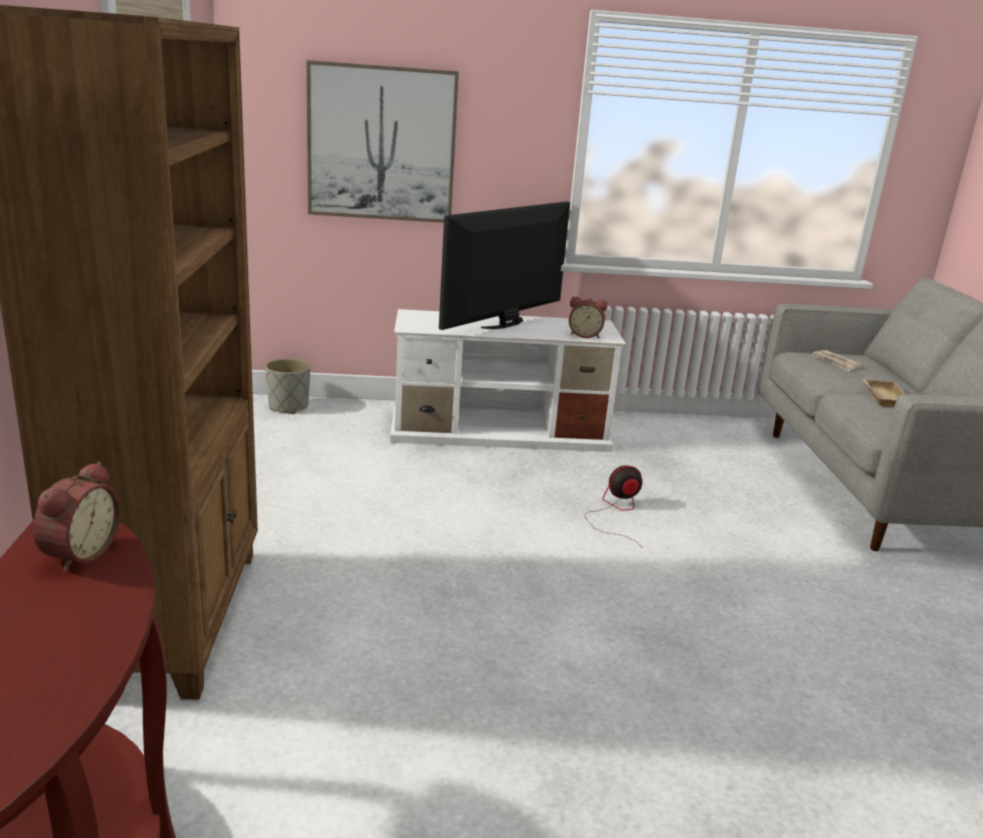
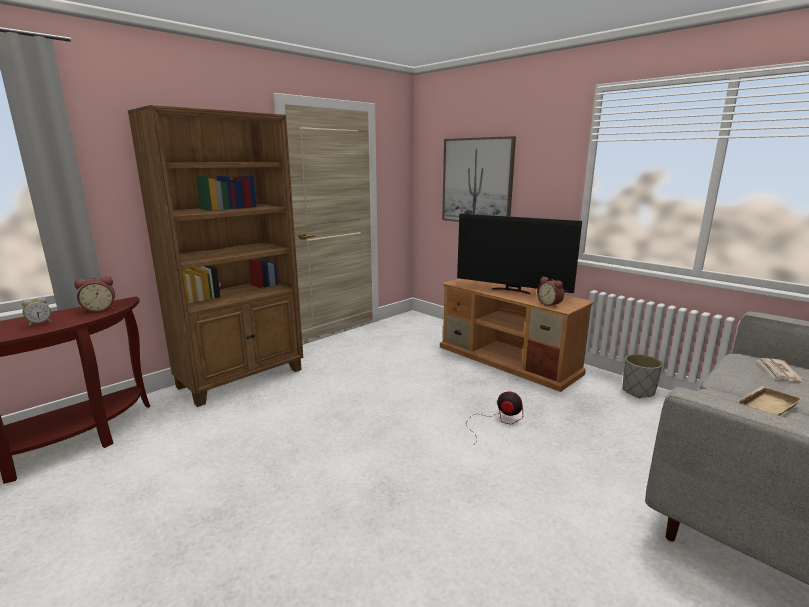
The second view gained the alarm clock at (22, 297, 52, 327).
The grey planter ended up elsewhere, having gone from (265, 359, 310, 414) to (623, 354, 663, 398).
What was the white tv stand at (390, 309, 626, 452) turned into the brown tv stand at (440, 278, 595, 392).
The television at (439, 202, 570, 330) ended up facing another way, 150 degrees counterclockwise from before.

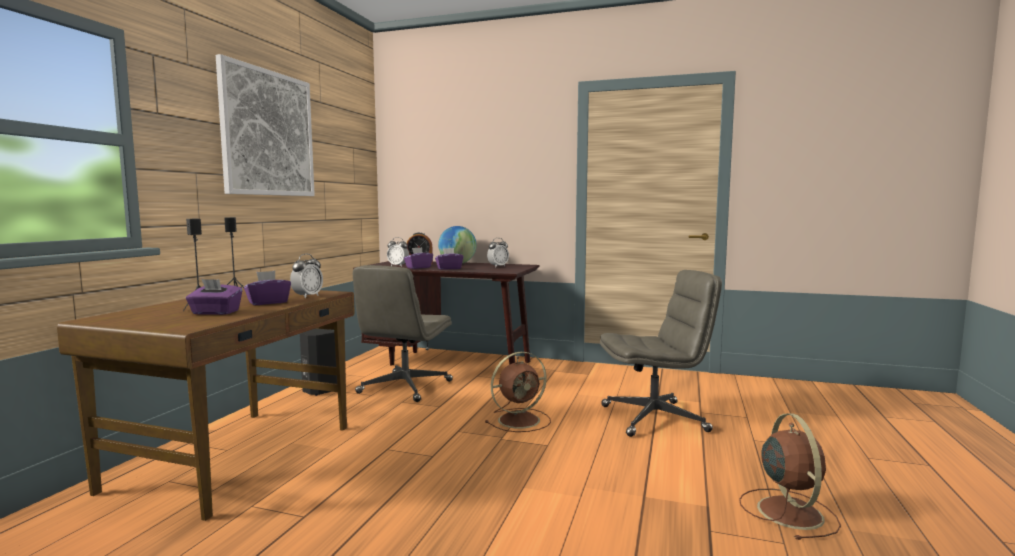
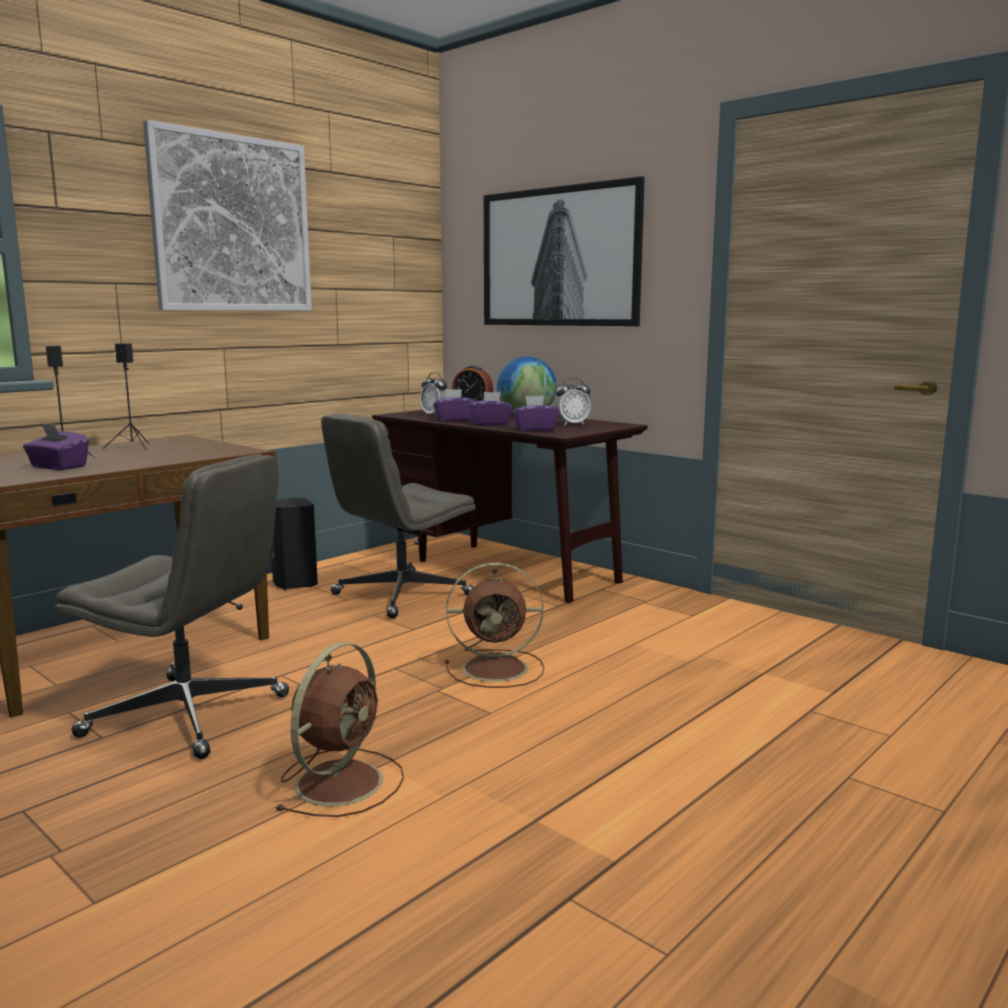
The second view lost the alarm clock at (290, 254, 323, 298).
The second view gained the picture at (484, 176, 645, 326).
The purple tissue box ended up elsewhere, having gone from (244, 271, 291, 305) to (512, 396, 559, 431).
The grey office chair ended up elsewhere, having gone from (600, 270, 722, 437) to (55, 454, 289, 759).
The brown fan ended up elsewhere, having gone from (739, 414, 841, 540) to (275, 642, 404, 817).

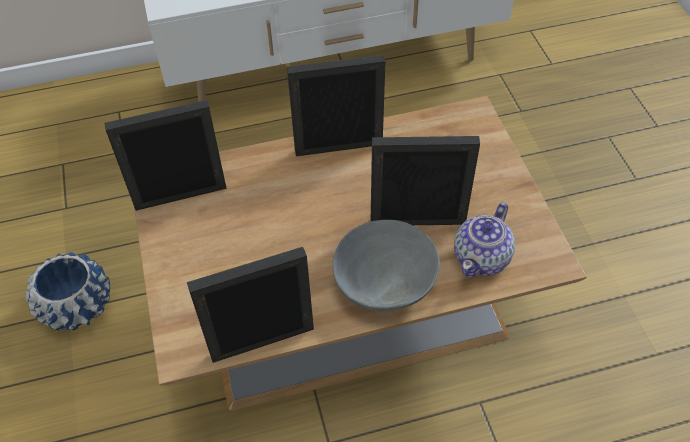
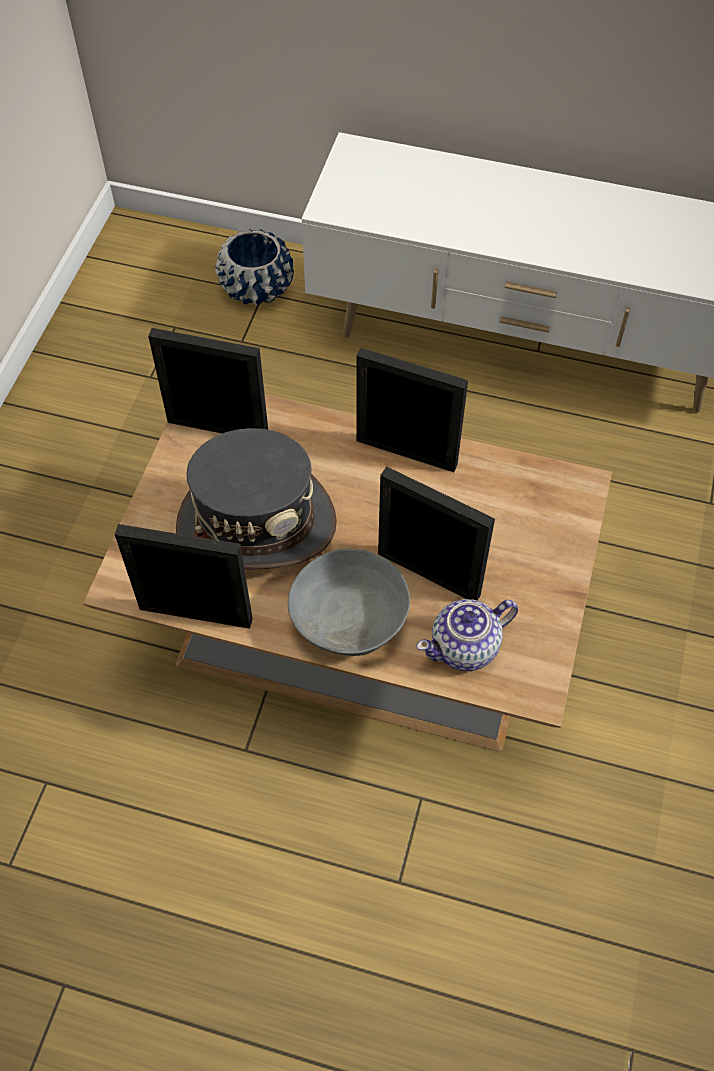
The second view gained the grey hat at (176, 428, 337, 570).
The blue planter ended up elsewhere, having gone from (26, 252, 110, 331) to (215, 229, 294, 306).

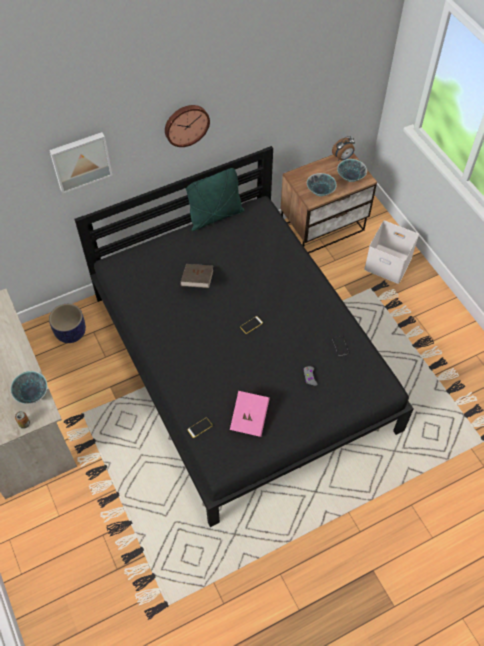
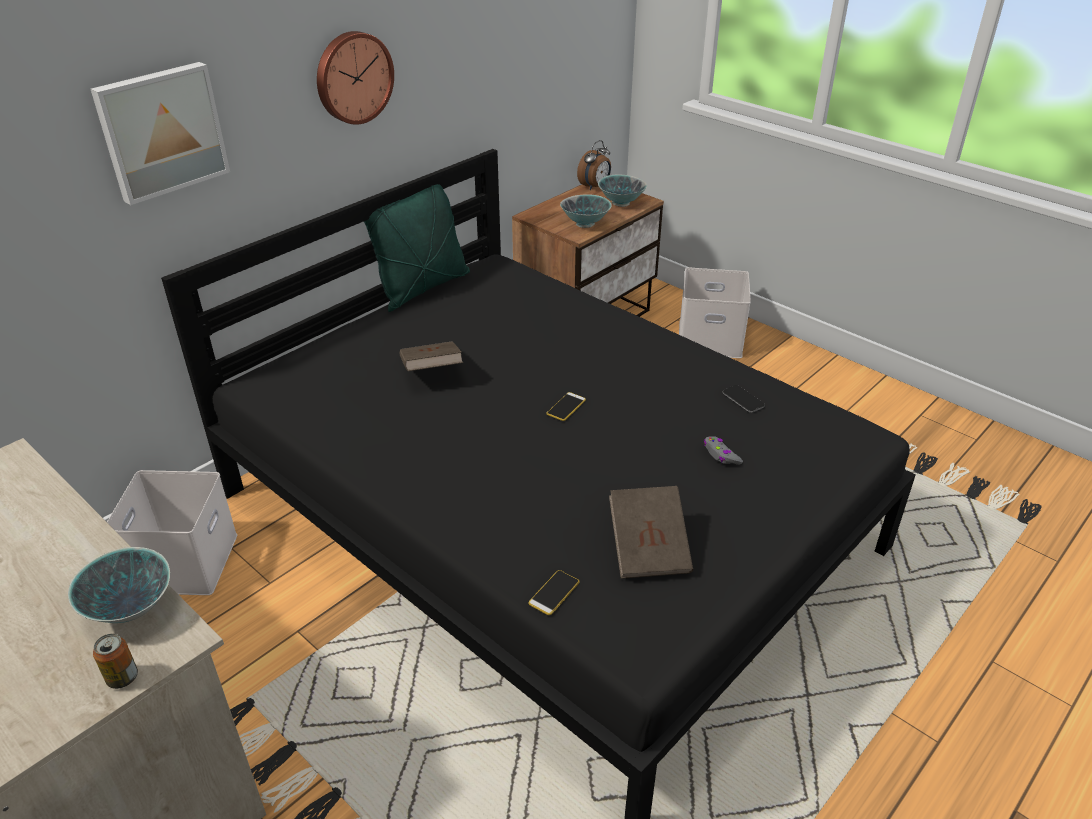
Where the planter stood at (49, 304, 86, 343), the white storage box came to stand at (107, 470, 237, 595).
What was the pink book at (230, 391, 270, 437) turned into the brown book at (609, 486, 693, 579).

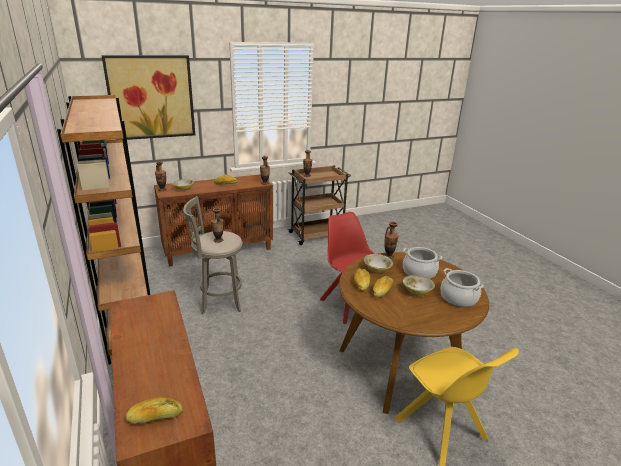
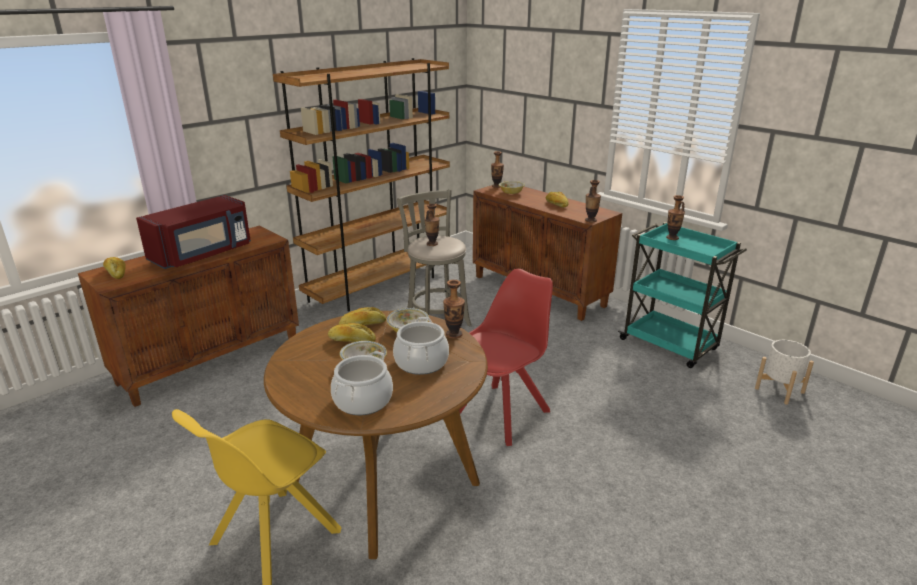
The second view lost the picture at (102, 55, 195, 140).
The second view gained the red microwave at (136, 195, 251, 269).
The second view gained the white planter at (755, 340, 814, 405).
What was the brown cart at (287, 166, 351, 245) turned into the turquoise cart at (618, 222, 747, 368).

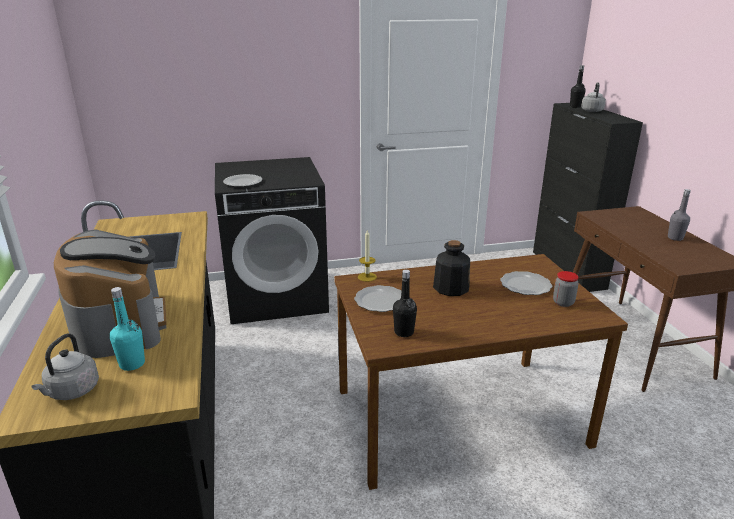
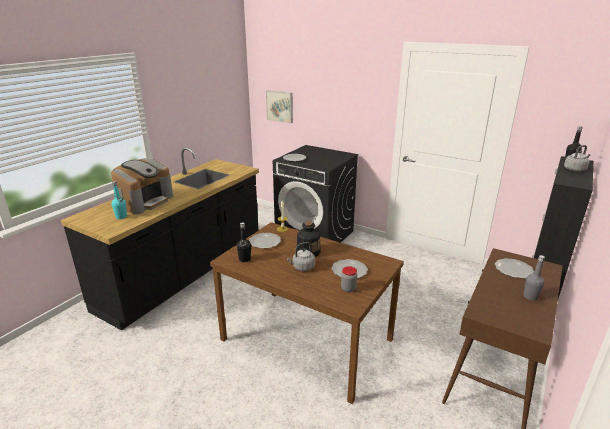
The second view gained the picture at (266, 90, 293, 123).
The second view gained the plate at (495, 258, 534, 278).
The grey kettle ended up elsewhere, having gone from (31, 333, 99, 400) to (287, 242, 315, 271).

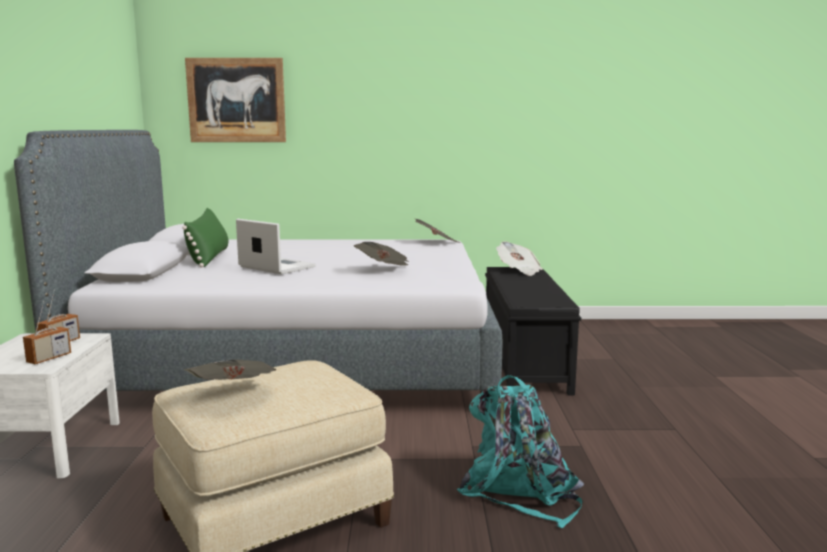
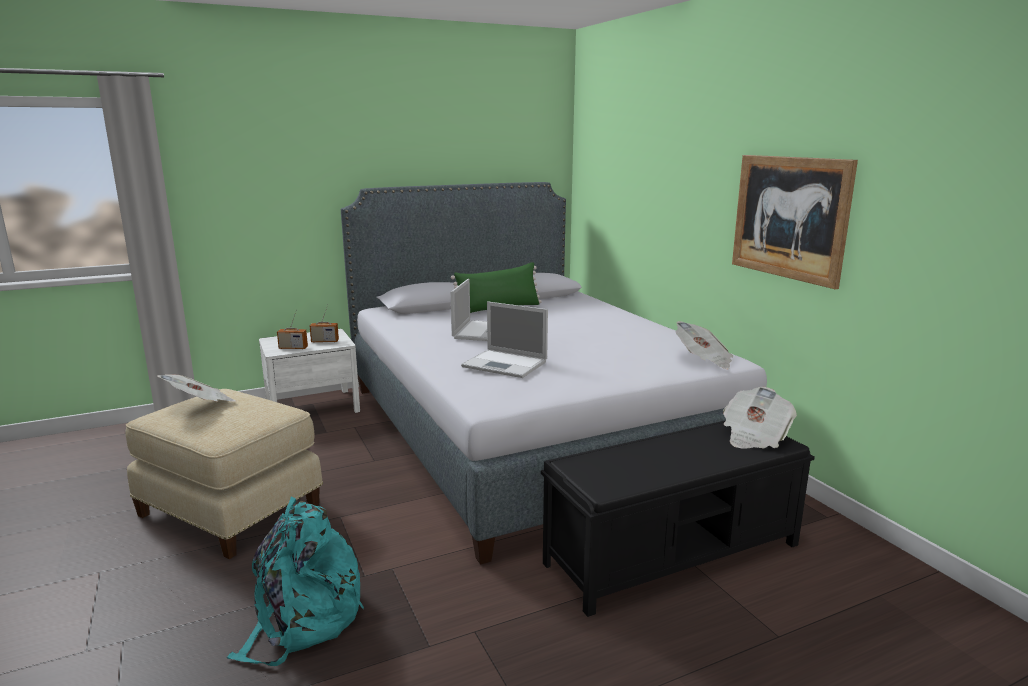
The picture ended up elsewhere, having gone from (185, 58, 286, 142) to (732, 155, 858, 289).
Where the newspaper stood at (354, 242, 409, 266), the laptop came to stand at (461, 301, 548, 378).

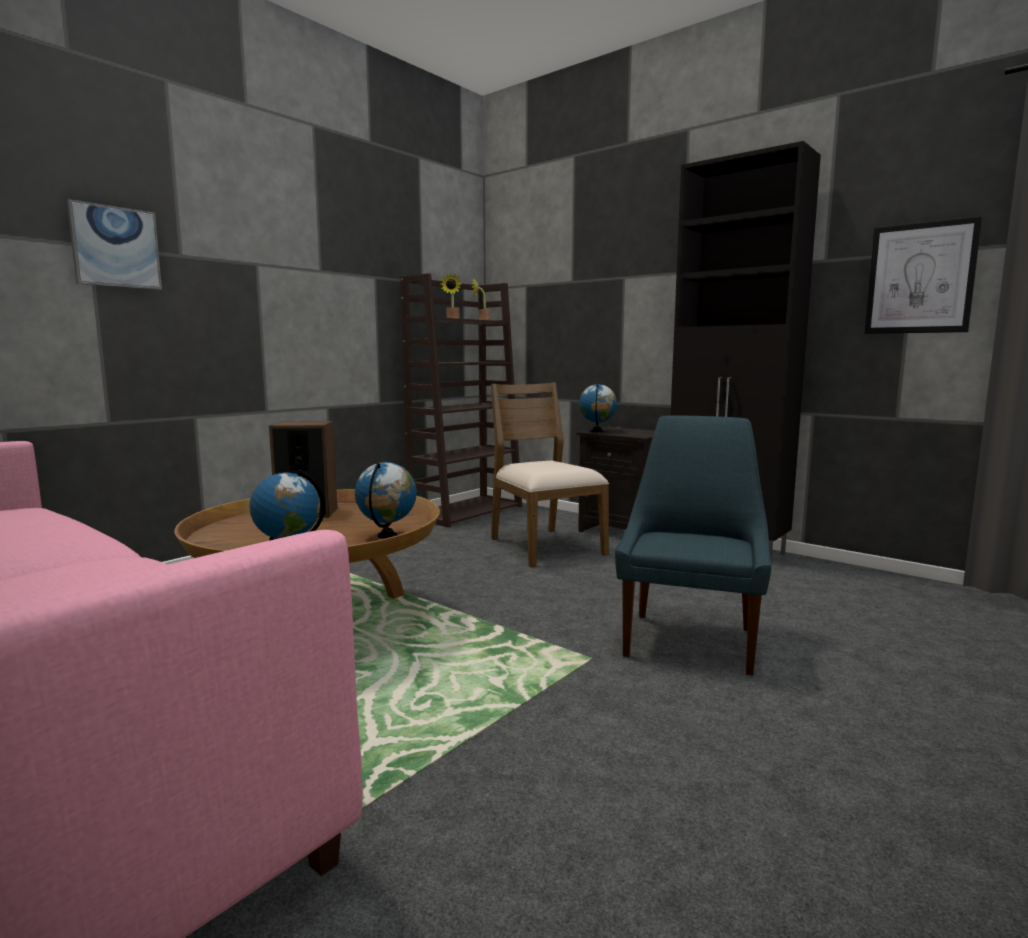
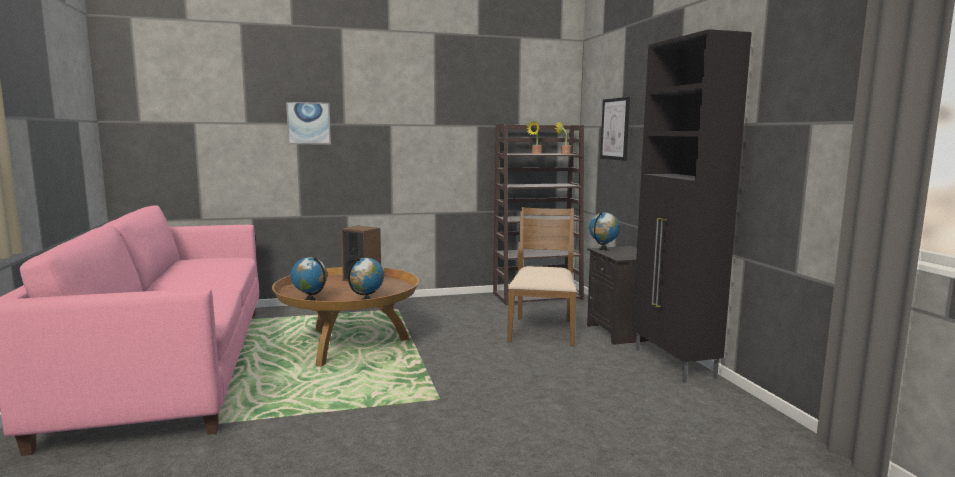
The second view lost the blue chair at (615, 416, 772, 676).
The picture ended up elsewhere, having gone from (865, 216, 982, 334) to (600, 97, 630, 161).

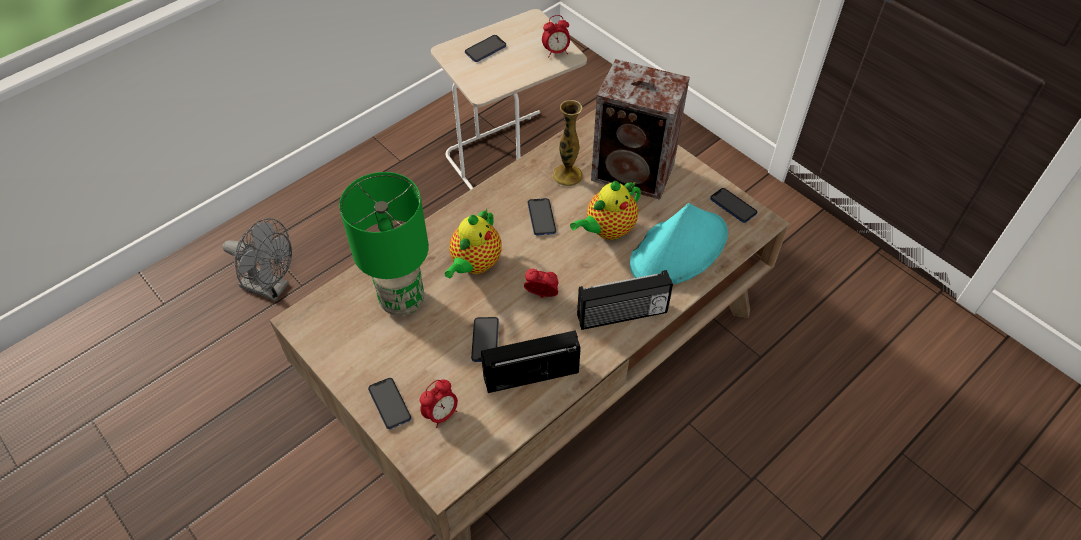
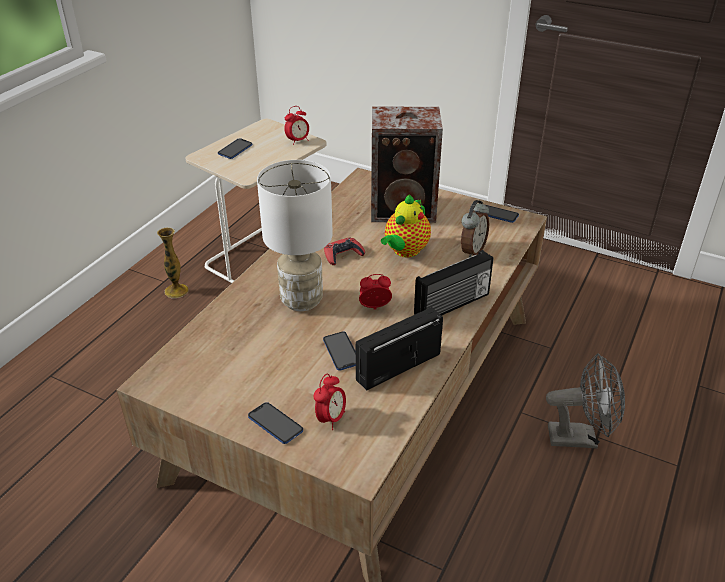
The second view lost the green table lamp at (339, 172, 429, 316).
The grey fan ended up elsewhere, having gone from (223, 218, 292, 301) to (546, 354, 625, 448).
The vase ended up elsewhere, having gone from (553, 100, 583, 186) to (157, 227, 189, 298).
Where the teapot stood at (444, 209, 502, 278), the white table lamp came to stand at (257, 160, 333, 311).
Where the phone stood at (528, 198, 556, 235), the red game controller came to stand at (324, 238, 365, 265).
Where the turquoise hat stood at (630, 203, 728, 284), the alarm clock came to stand at (461, 200, 489, 257).

